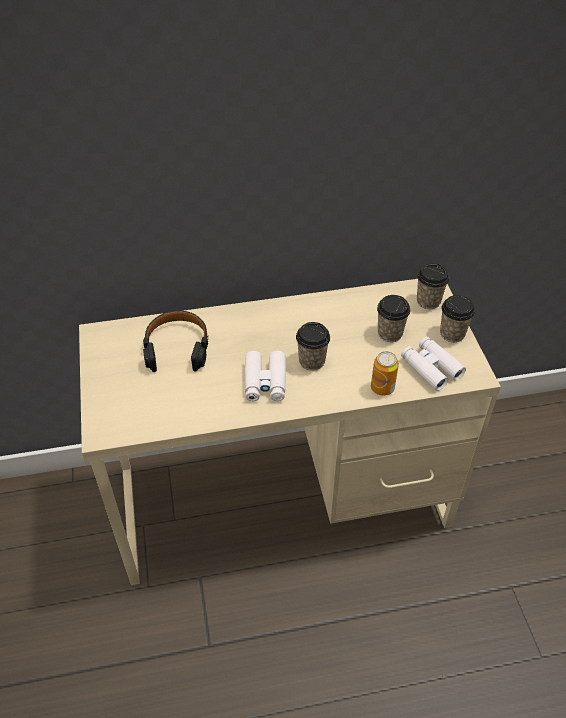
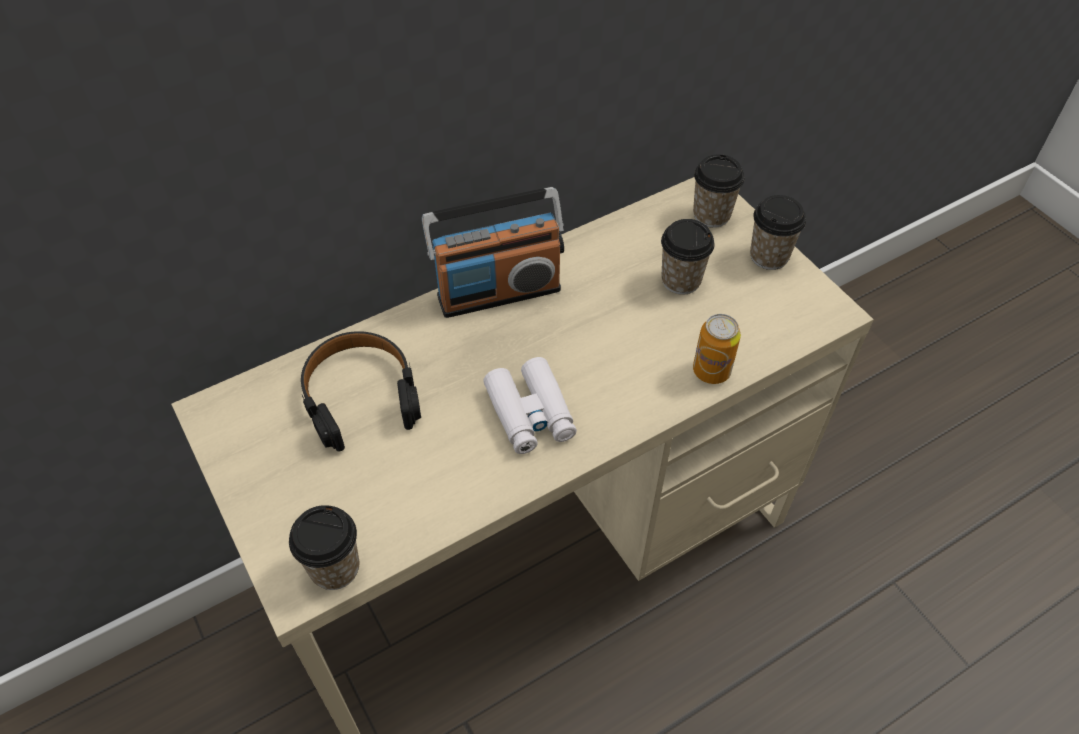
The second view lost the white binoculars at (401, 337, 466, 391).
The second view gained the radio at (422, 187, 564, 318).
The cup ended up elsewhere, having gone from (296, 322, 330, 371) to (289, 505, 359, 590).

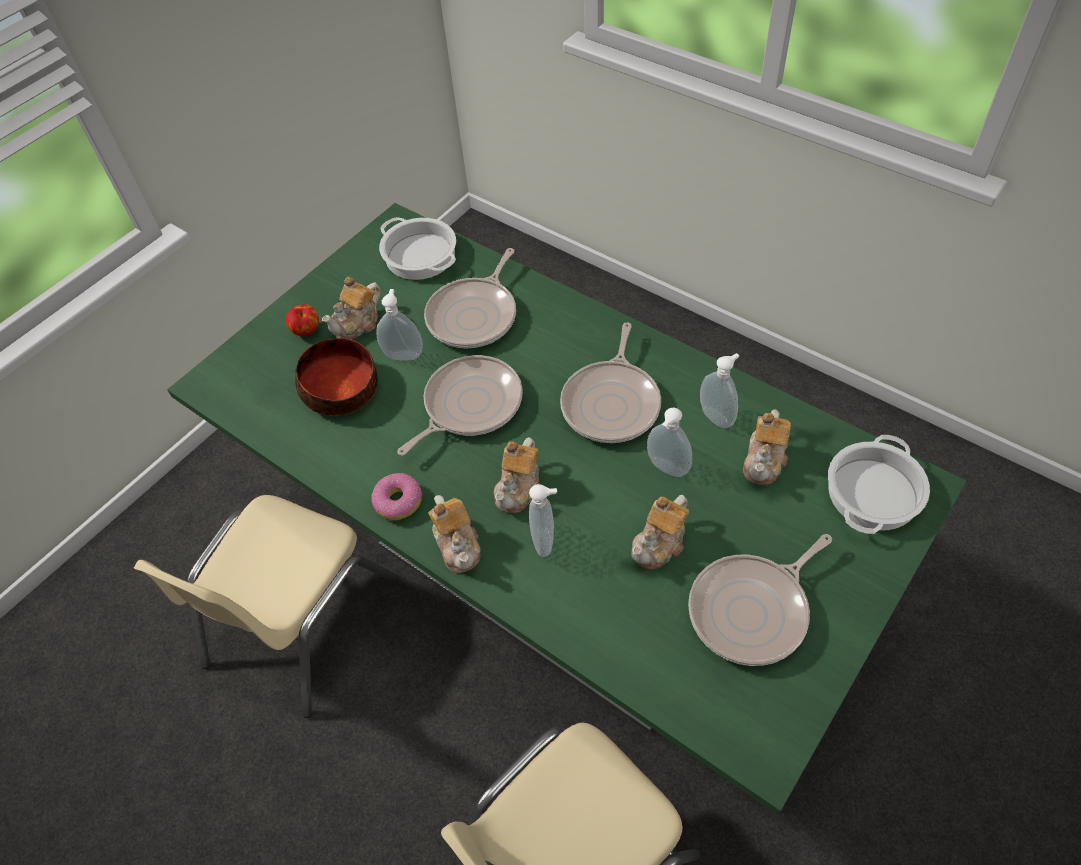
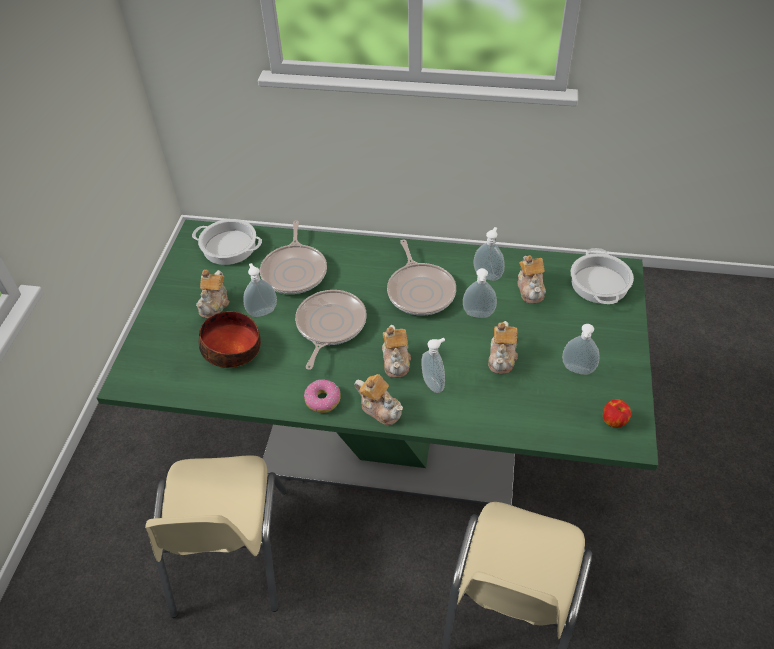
The apple ended up elsewhere, having gone from (286, 304, 319, 336) to (603, 399, 631, 428).
Where the frying pan stood at (688, 534, 832, 666), the soap dispenser came to stand at (562, 324, 600, 375).

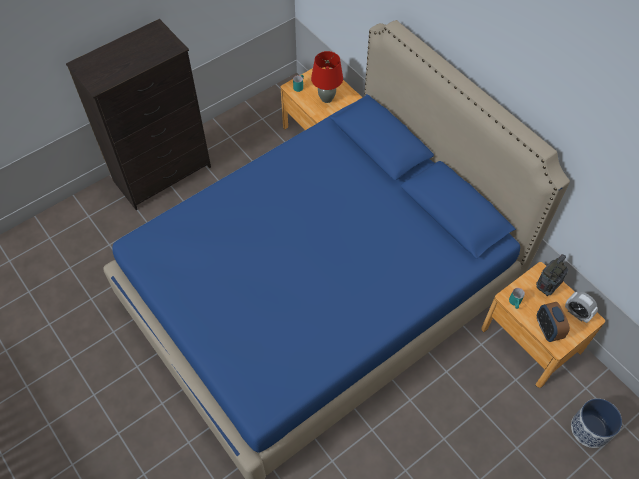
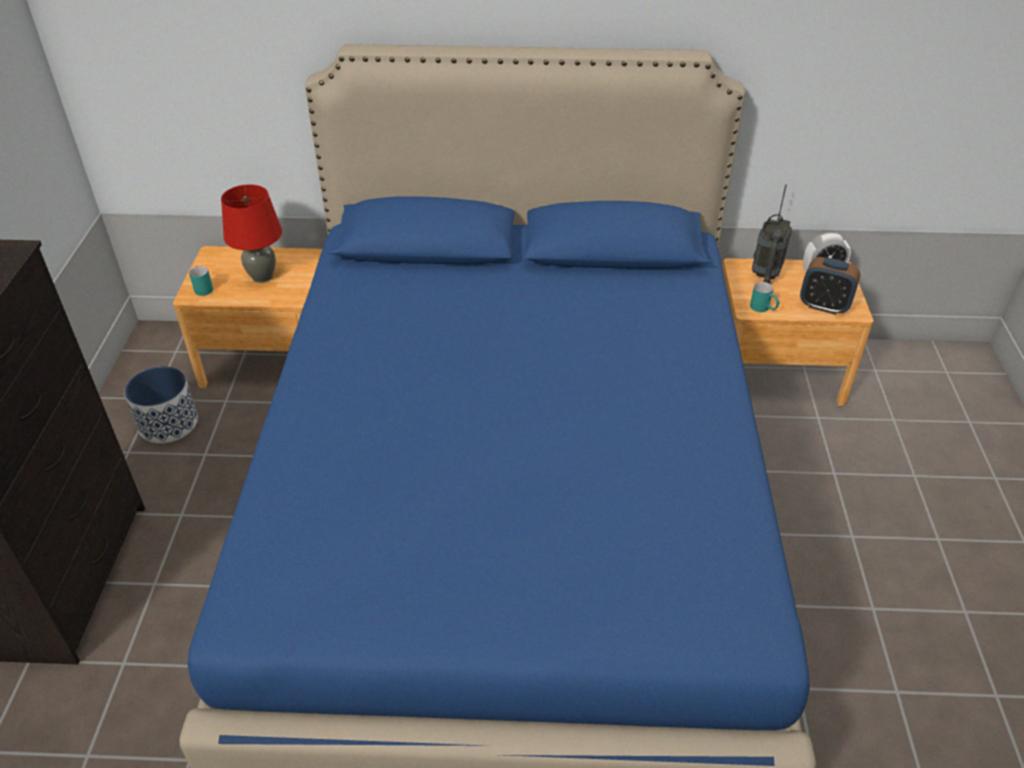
The planter ended up elsewhere, having gone from (571, 398, 622, 448) to (124, 366, 198, 443).
The radio at (536, 254, 568, 296) ended up facing another way, 150 degrees counterclockwise from before.

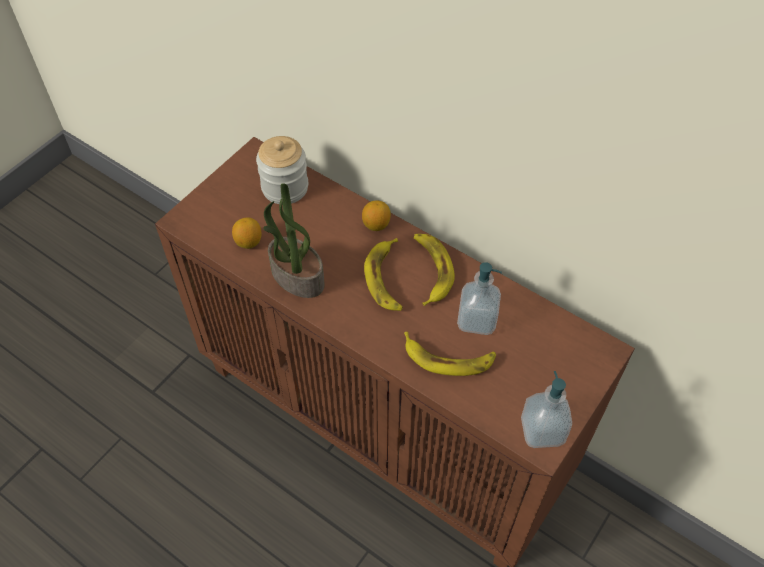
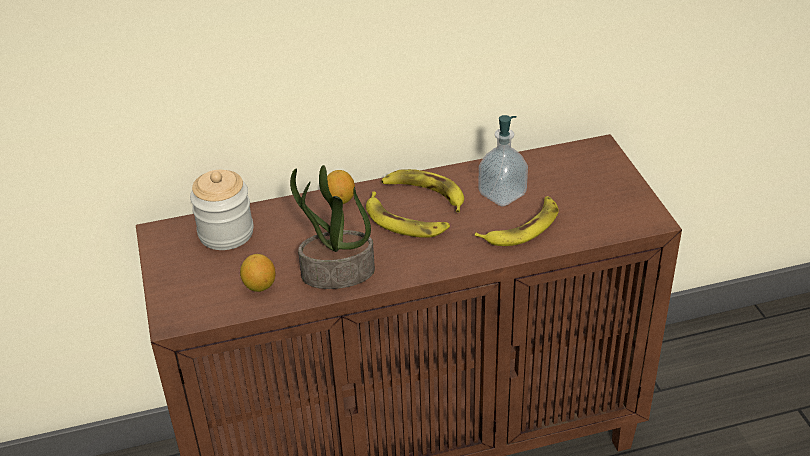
The second view lost the soap dispenser at (521, 371, 572, 448).

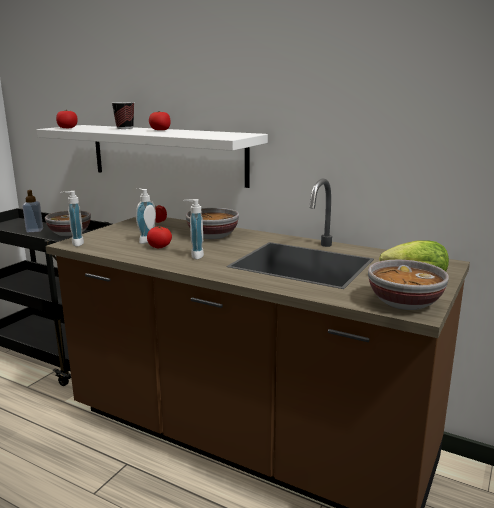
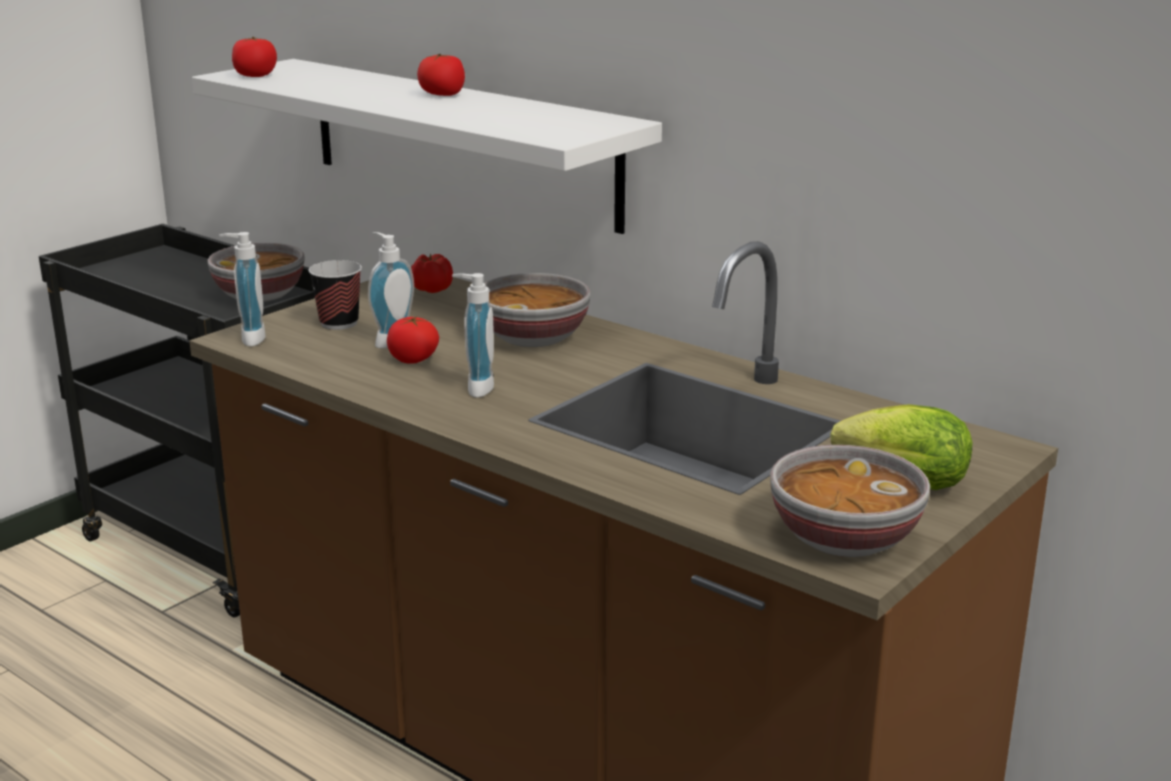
The second view lost the soap dispenser at (22, 190, 43, 232).
The cup ended up elsewhere, having gone from (112, 102, 135, 129) to (308, 260, 362, 330).

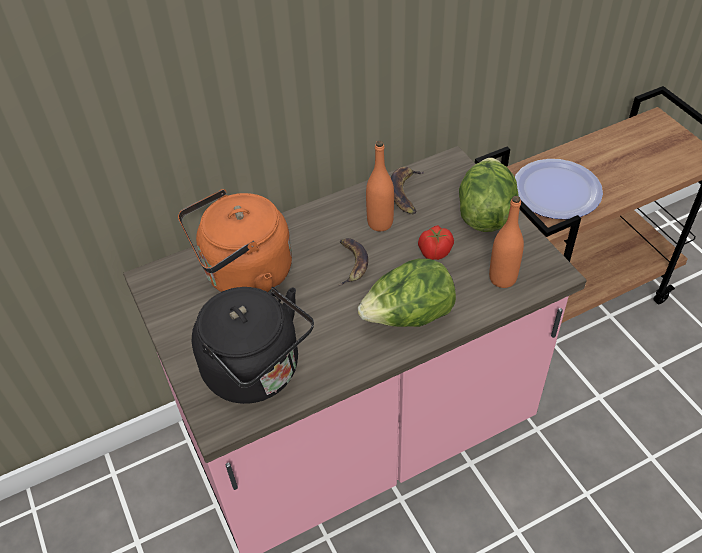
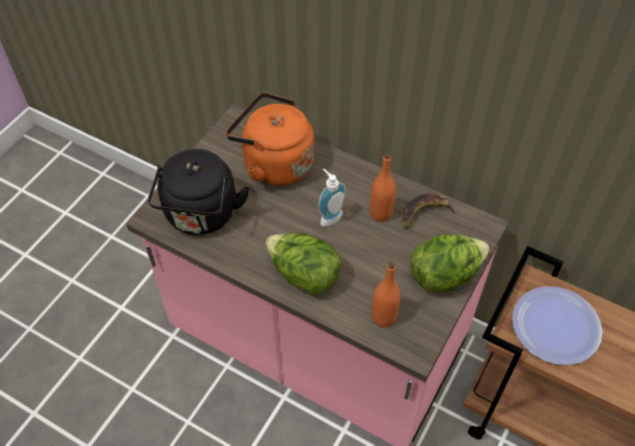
The second view lost the tomato at (418, 225, 454, 260).
Where the banana stood at (339, 238, 368, 286), the soap dispenser came to stand at (318, 169, 346, 227).

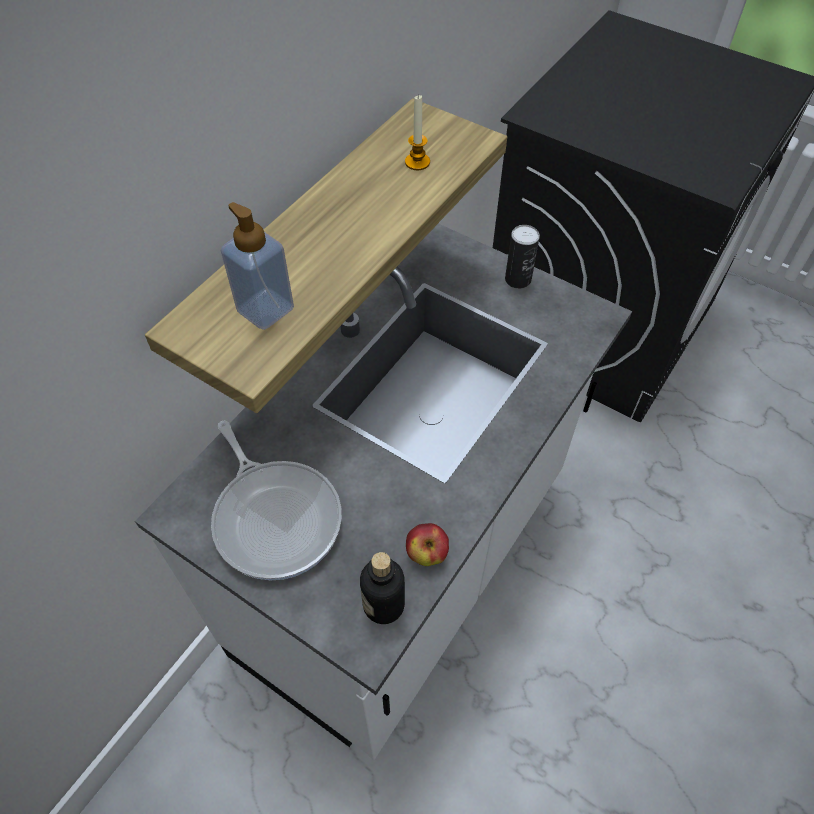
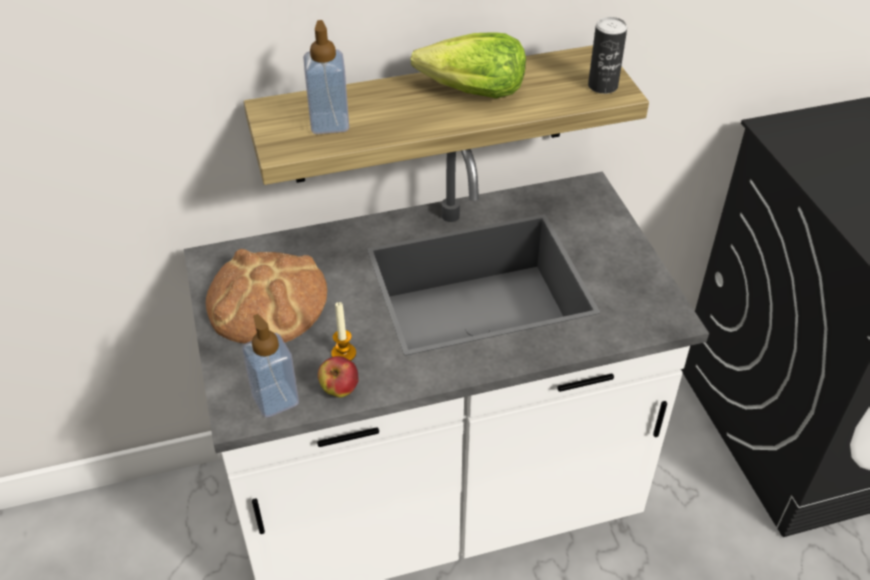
The second view gained the lettuce at (411, 32, 526, 98).
The candle ended up elsewhere, having gone from (405, 94, 430, 170) to (331, 302, 356, 361).
The can ended up elsewhere, having gone from (505, 225, 540, 289) to (588, 17, 627, 94).
Where the frying pan stood at (211, 420, 342, 580), the bread came to stand at (206, 249, 327, 344).
Where the bottle stood at (360, 552, 405, 624), the soap dispenser came to stand at (242, 314, 299, 418).

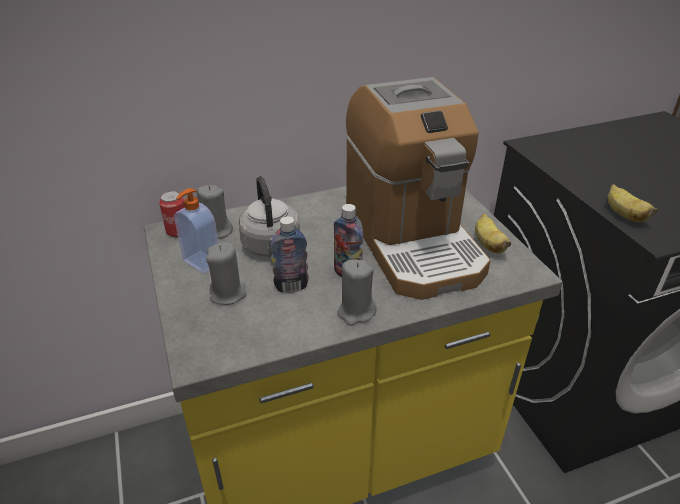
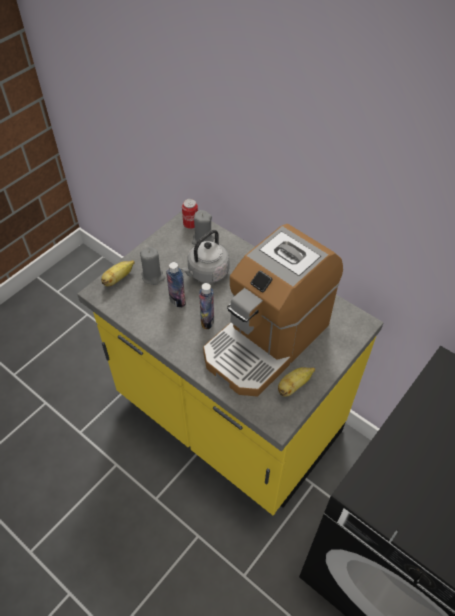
The second view lost the soap dispenser at (174, 188, 219, 274).
The second view lost the grey candle at (337, 259, 377, 326).
The banana ended up elsewhere, having gone from (607, 184, 658, 222) to (101, 260, 135, 287).

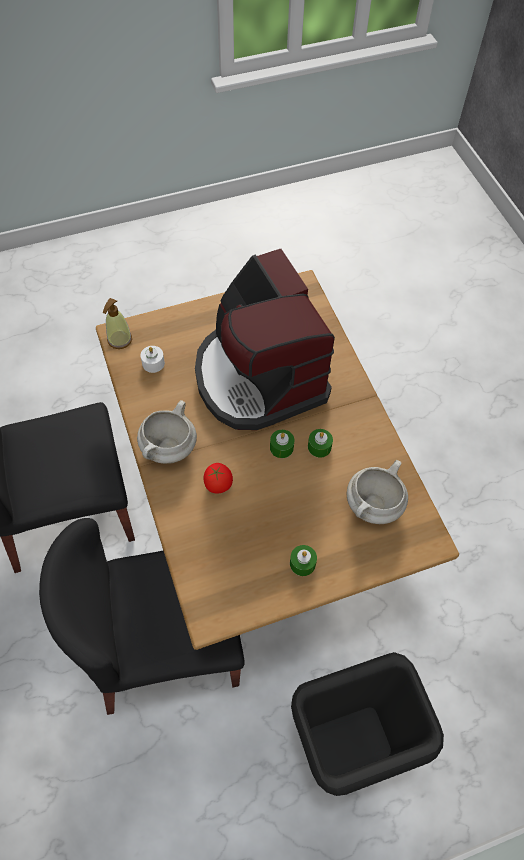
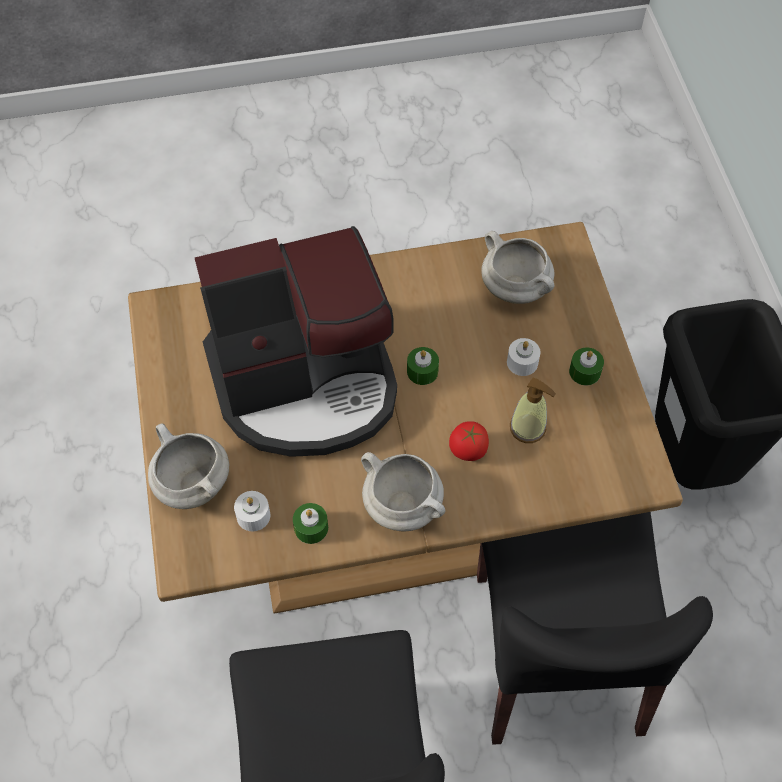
The second view gained the white cooking pot at (148, 423, 229, 509).
The second view gained the white candle at (507, 338, 540, 376).
The soap dispenser ended up elsewhere, having gone from (103, 298, 132, 349) to (510, 377, 556, 443).
The green candle ended up elsewhere, having gone from (308, 429, 333, 458) to (293, 503, 328, 544).

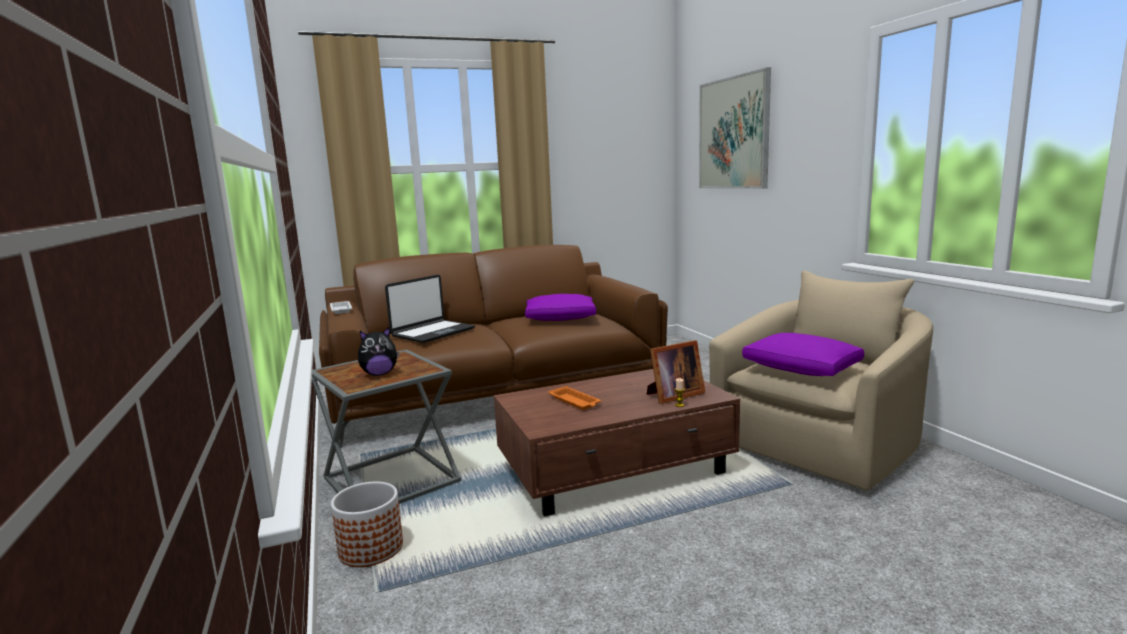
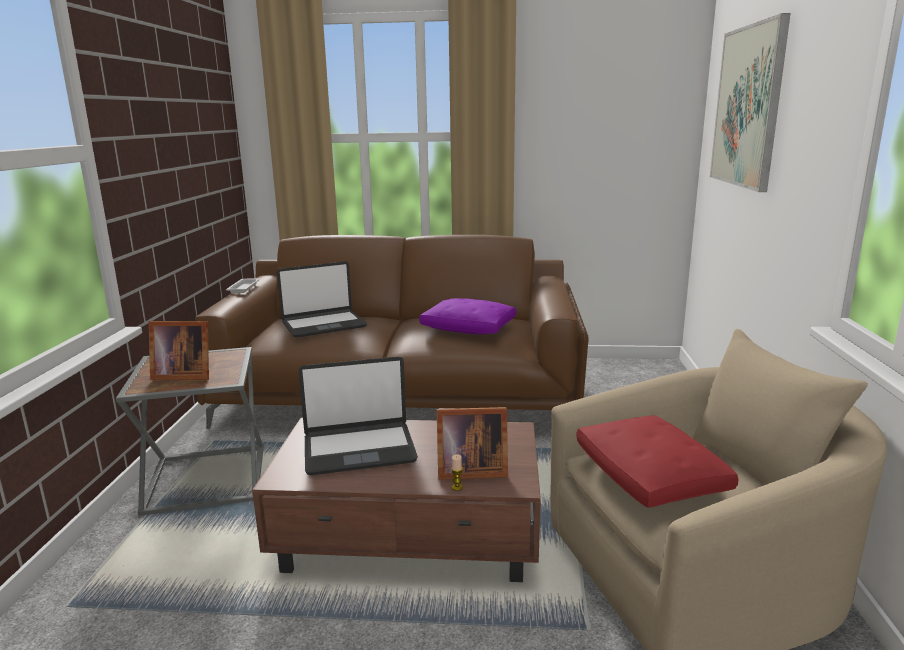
The second view lost the planter at (331, 482, 403, 567).
Where the plush toy stood at (358, 327, 399, 376), the picture frame came to stand at (149, 321, 209, 380).
Where the orange tray stood at (548, 386, 601, 410), the laptop came to stand at (298, 357, 418, 475).
What was the purple pillow at (742, 333, 864, 376) turned into the red pillow at (576, 415, 739, 508).

